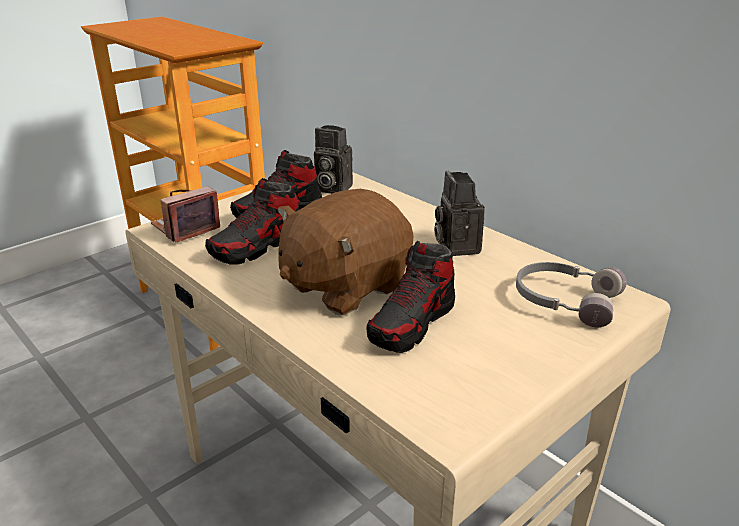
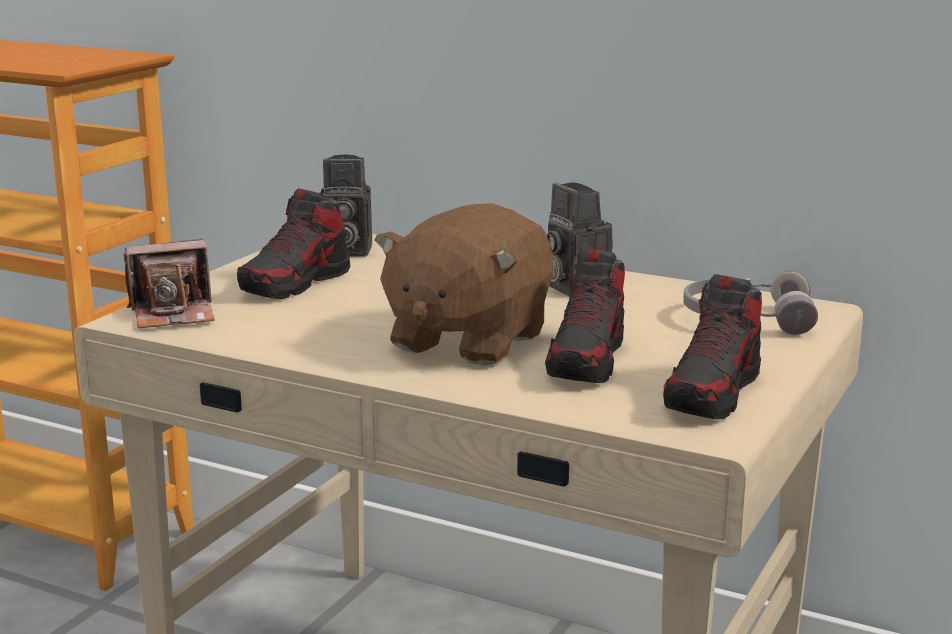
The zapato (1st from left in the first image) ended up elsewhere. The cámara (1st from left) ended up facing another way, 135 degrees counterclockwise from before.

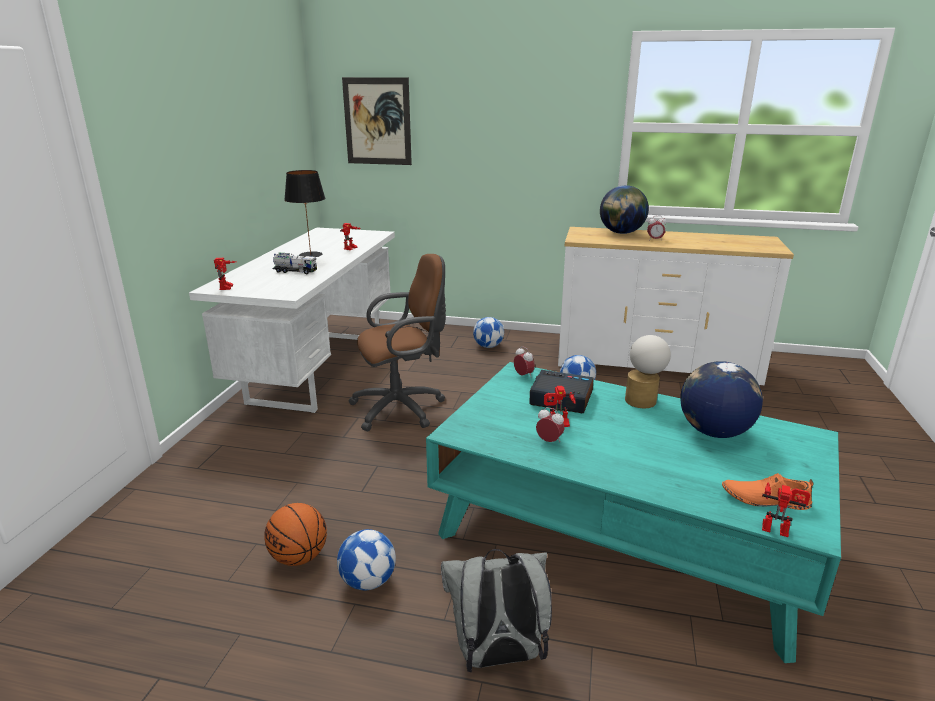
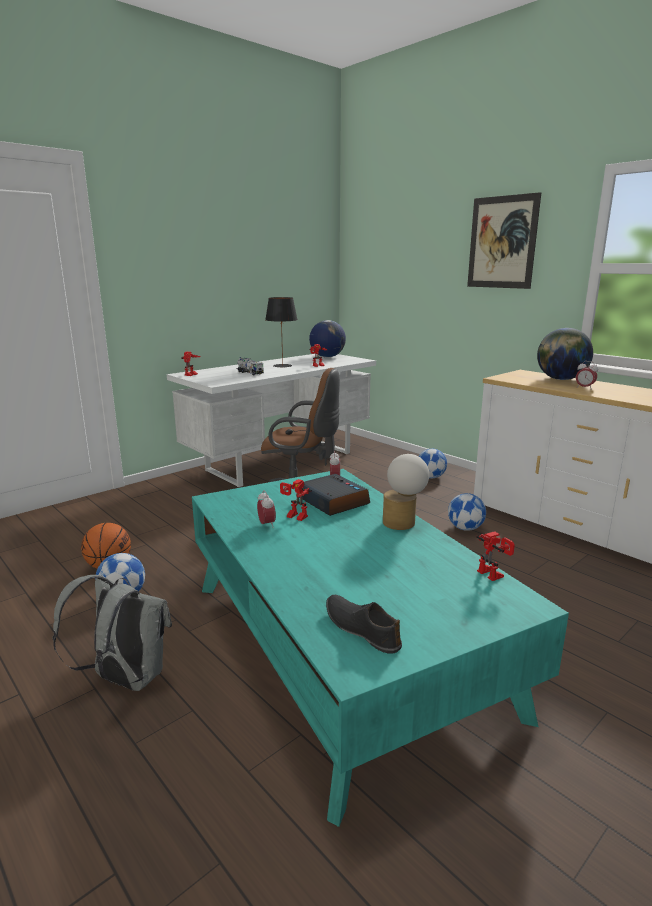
The cuadro ended up elsewhere. The globo terráqueo (2nd from left in the first image) ended up elsewhere. The robot de juguete (4th from left) ended up elsewhere. What was the zapato/naranja turned into the zapato/negro.

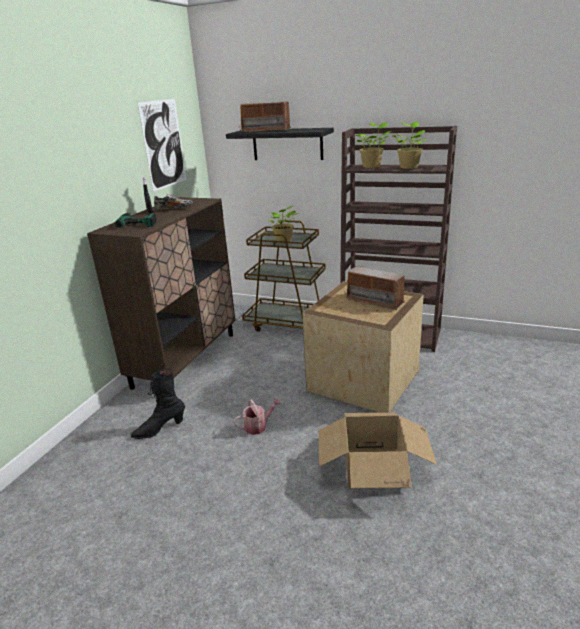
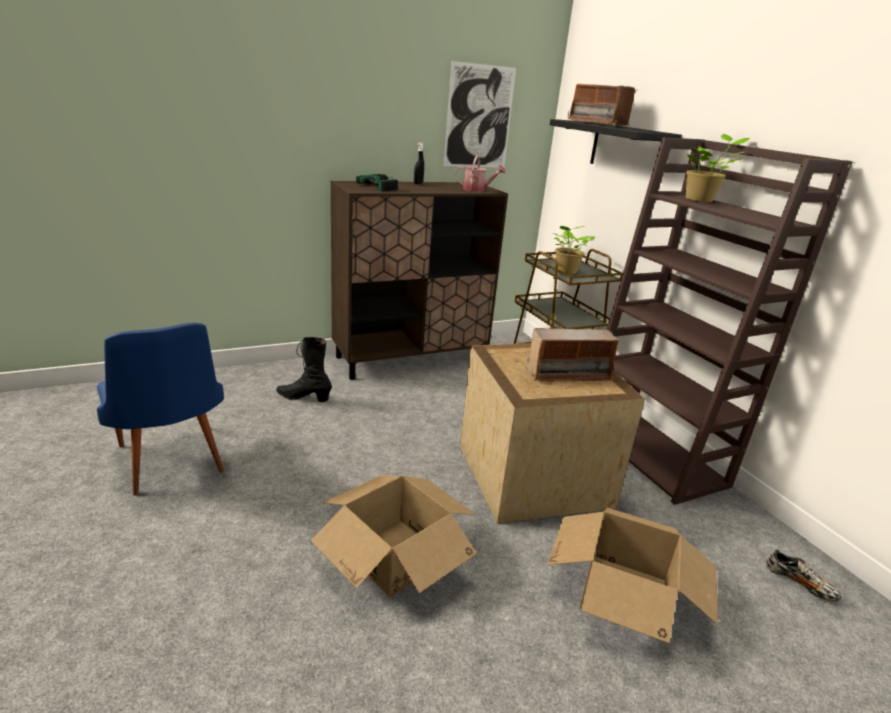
The second view lost the planta en maceta (3rd from left). The second view gained the silla/azul. The second view gained the caja de cartón (2nd from left). The zapato ended up elsewhere. The regadera ended up elsewhere. The radio (2nd from left in the first image) ended up facing another way, 90 degrees counterclockwise from before.

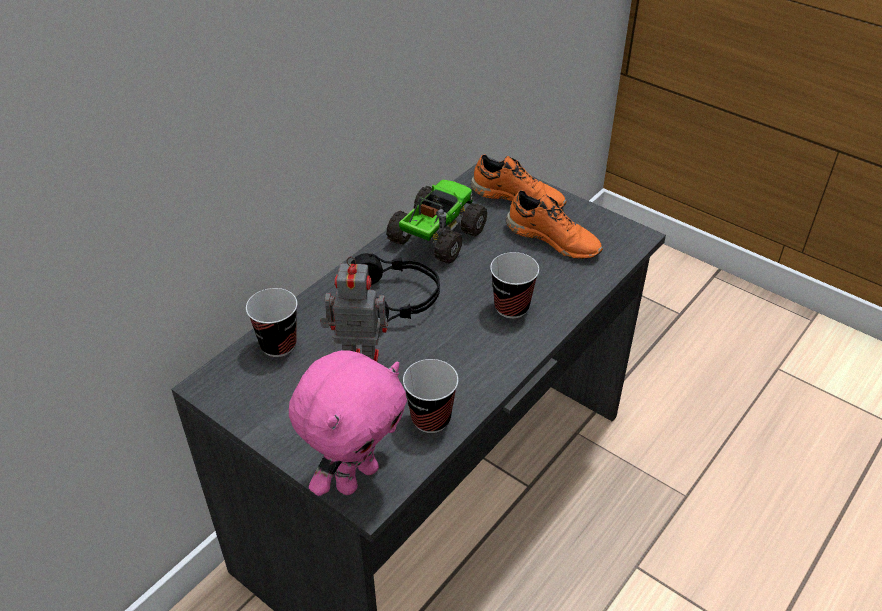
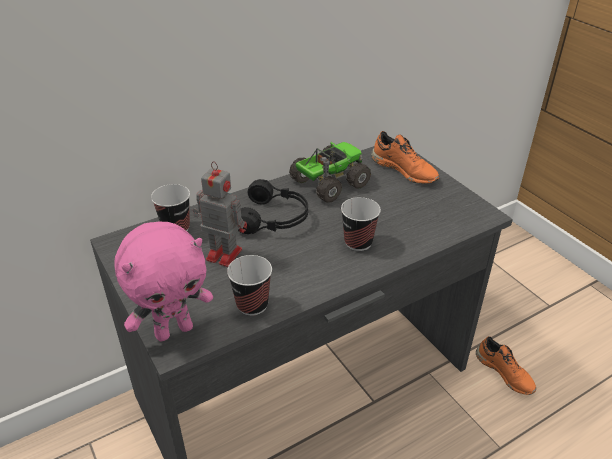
The zapato/naranja (2nd from left) ended up elsewhere.

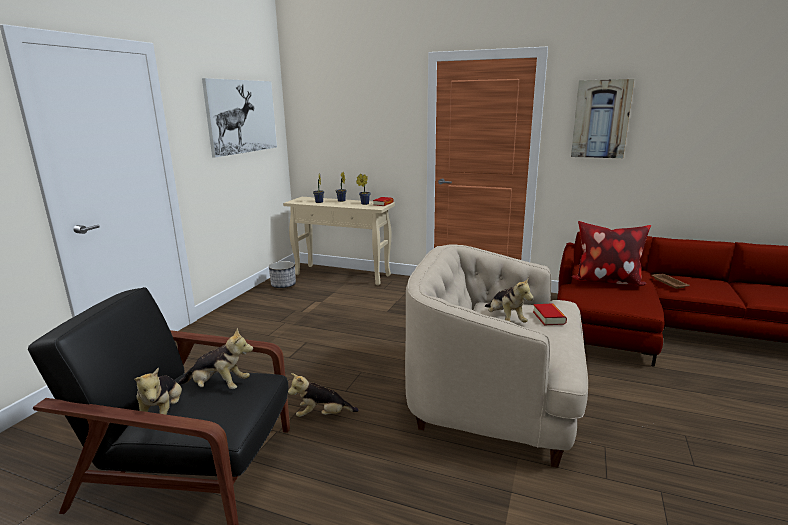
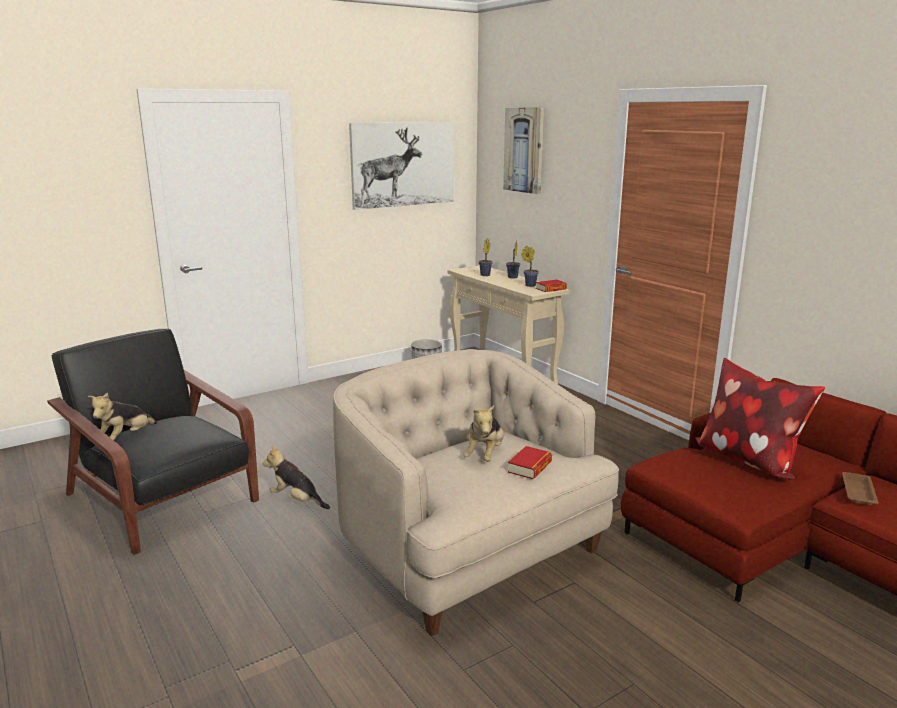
The second view lost the peluche (2nd from left). The cuadro (2nd from left) ended up elsewhere.

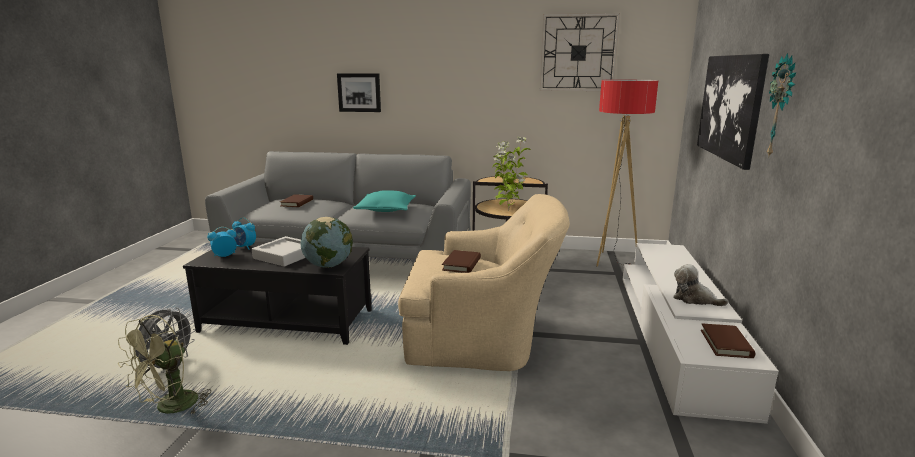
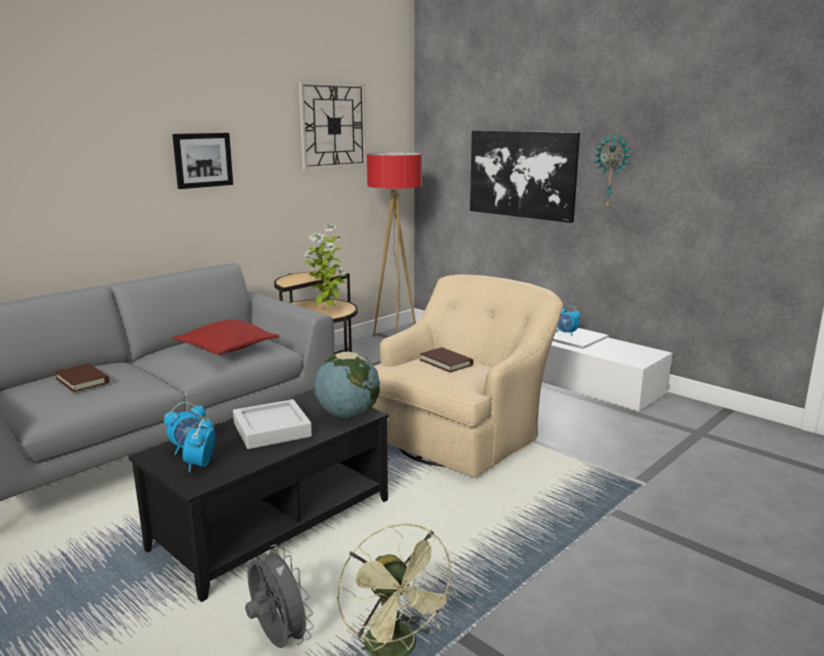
The second view lost the libro/marrón (3rd from left). The cuadro (1st from left) ended up elsewhere. Where the peluche stood, the despertador (3rd from left) came to stand. What was the cojín/turquesa turned into the cojín/rojo.

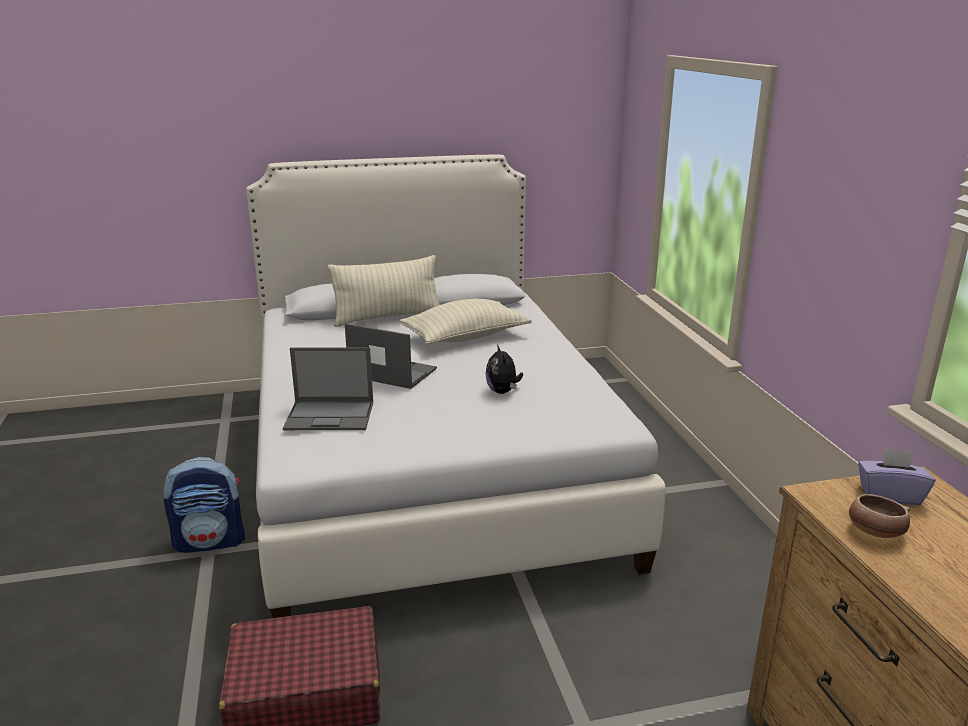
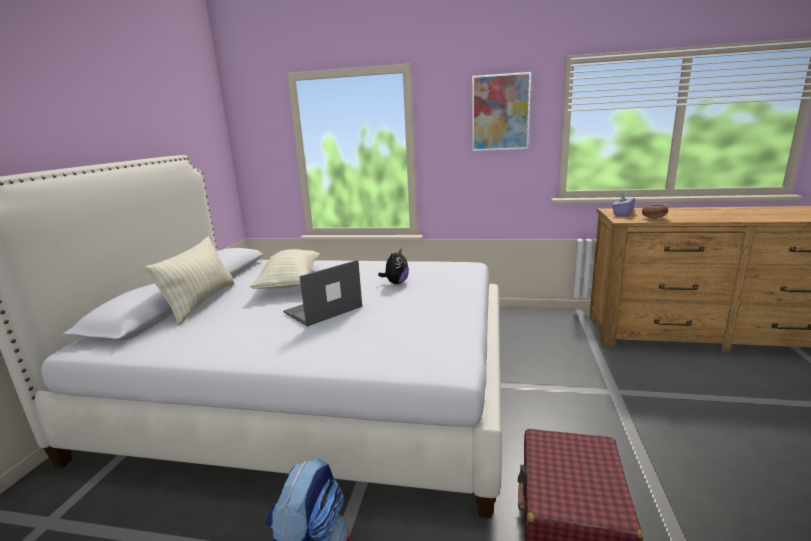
The second view lost the portátil (1st from left). The second view gained the cuadro. The peluche ended up facing another way, 75 degrees counterclockwise from before.

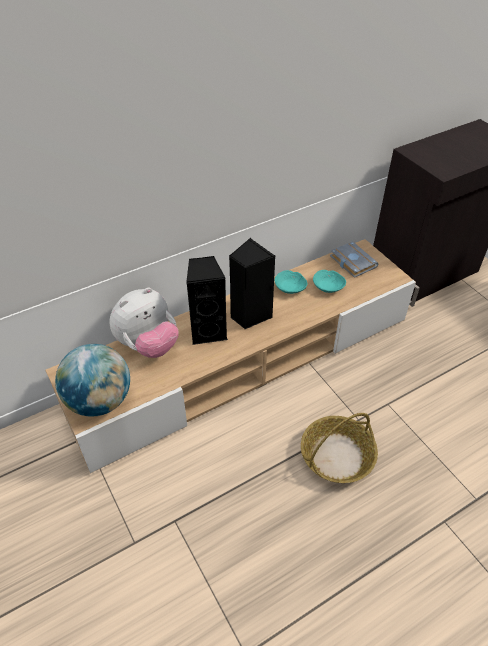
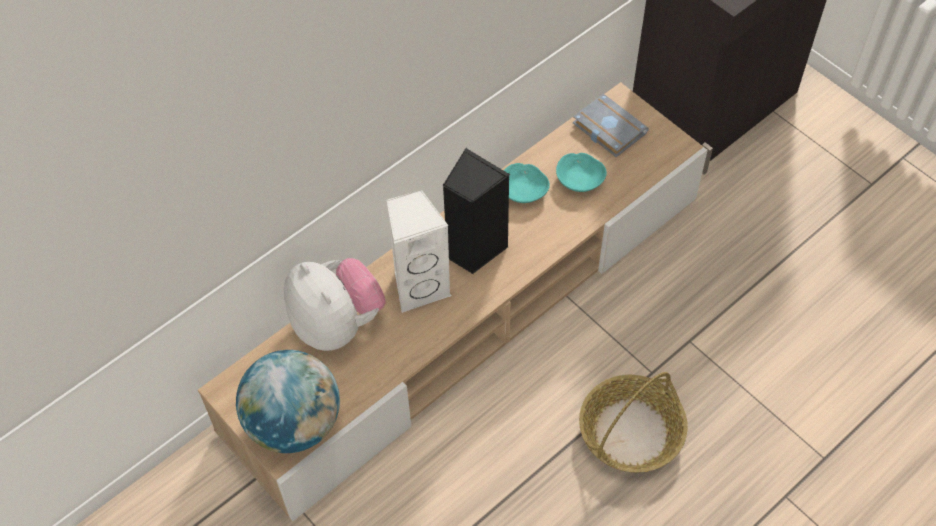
What was the altavoz/negro (1st from left) turned into the altavoz/blanco. The peluche ended up facing another way, 75 degrees counterclockwise from before.

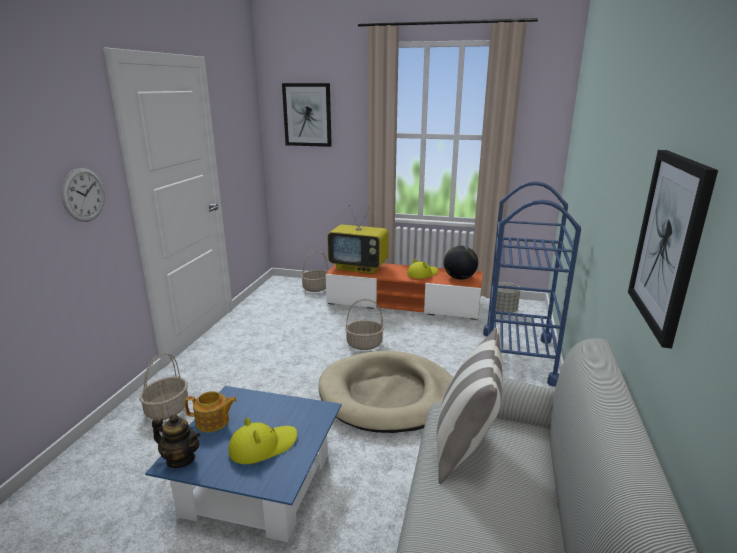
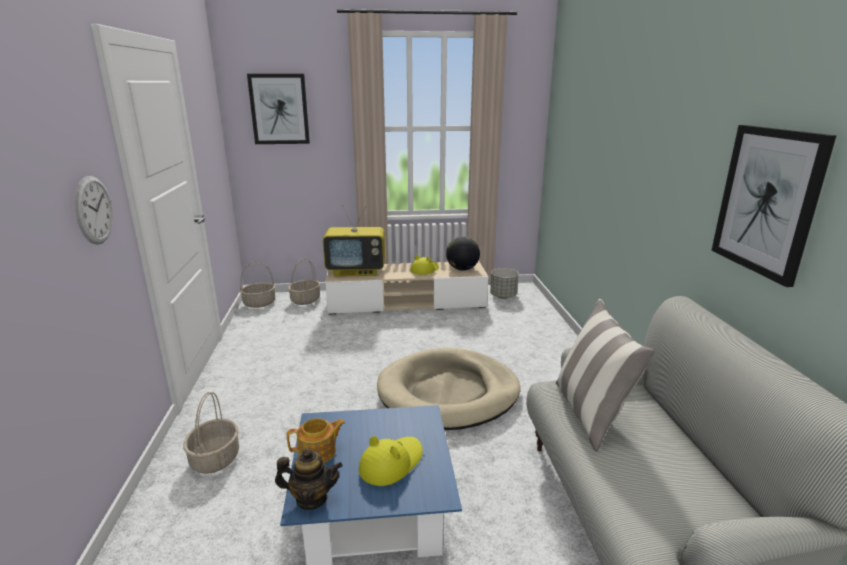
The second view lost the carrito/azul. The cesta (3rd from left in the first image) ended up elsewhere. What was the mueble de televisión/naranja turned into the mueble de televisión/beis.

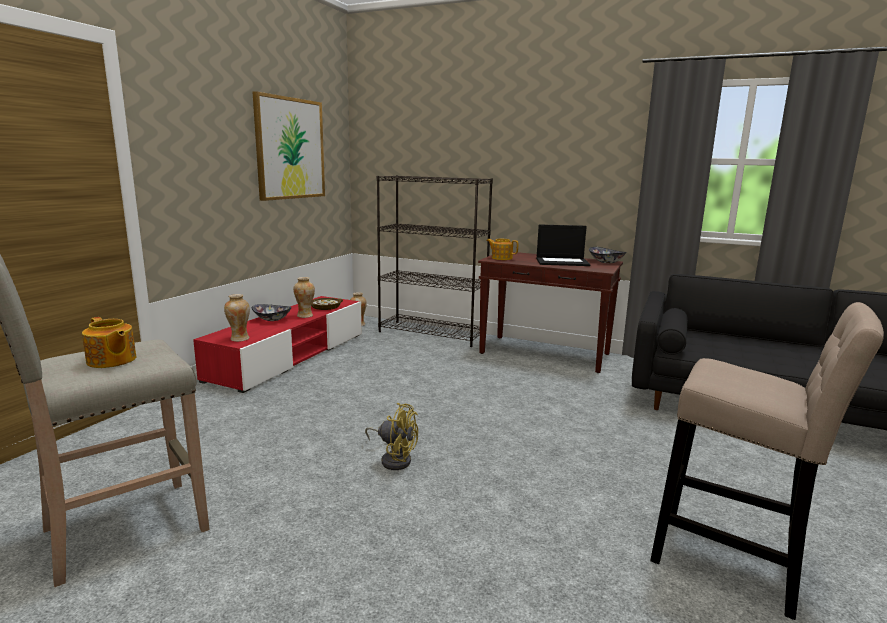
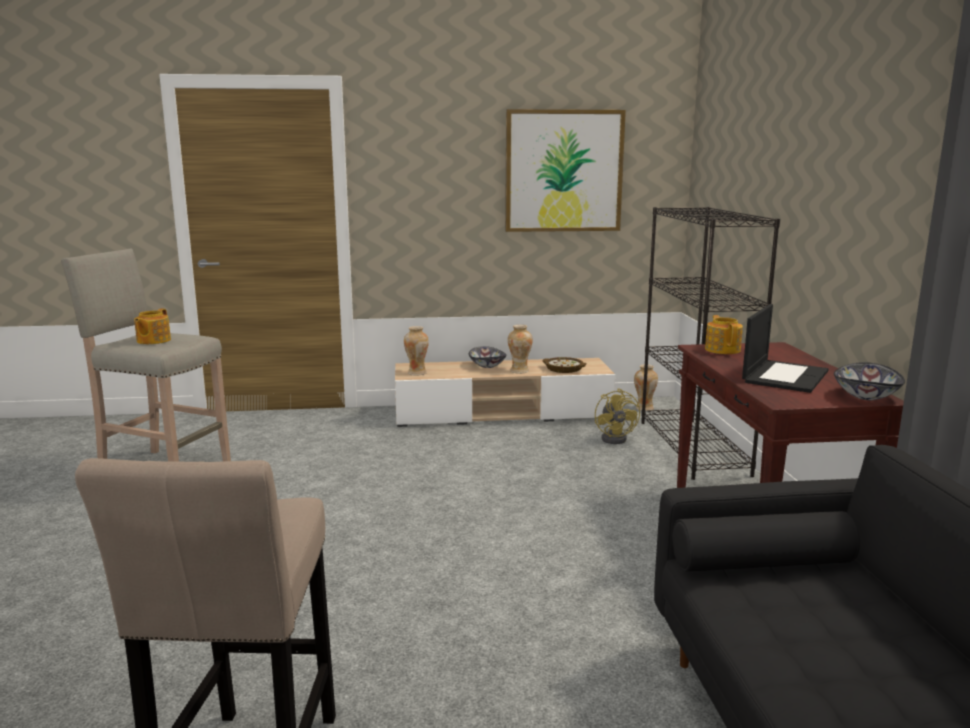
The ventilador/amarillo ended up elsewhere. What was the mueble de televisión/rojo turned into the mueble de televisión/beis. The portátil ended up facing another way, 120 degrees counterclockwise from before.

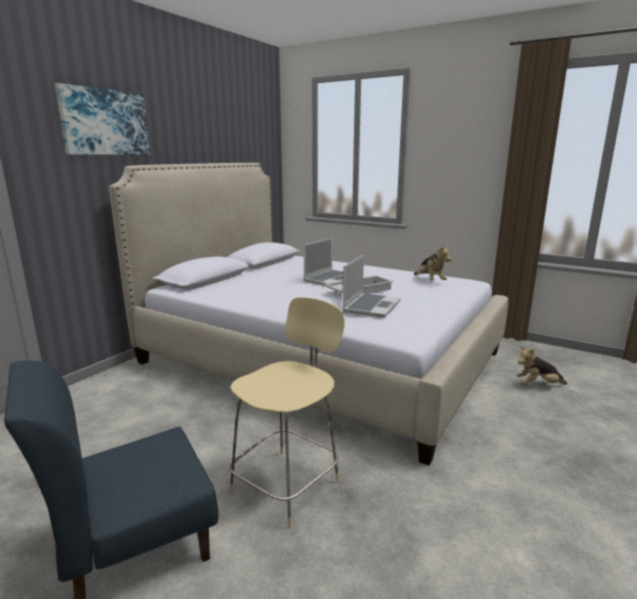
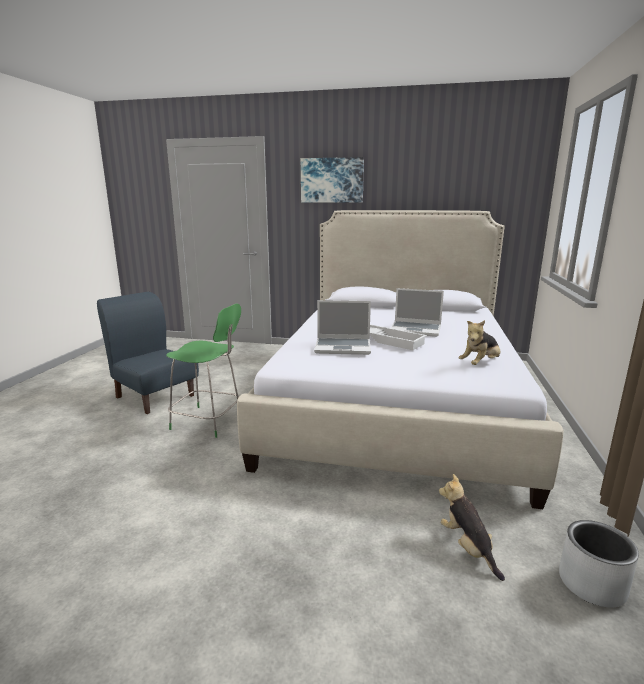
The second view gained the maceta/gris. What was the silla/beis turned into the silla/verde.

